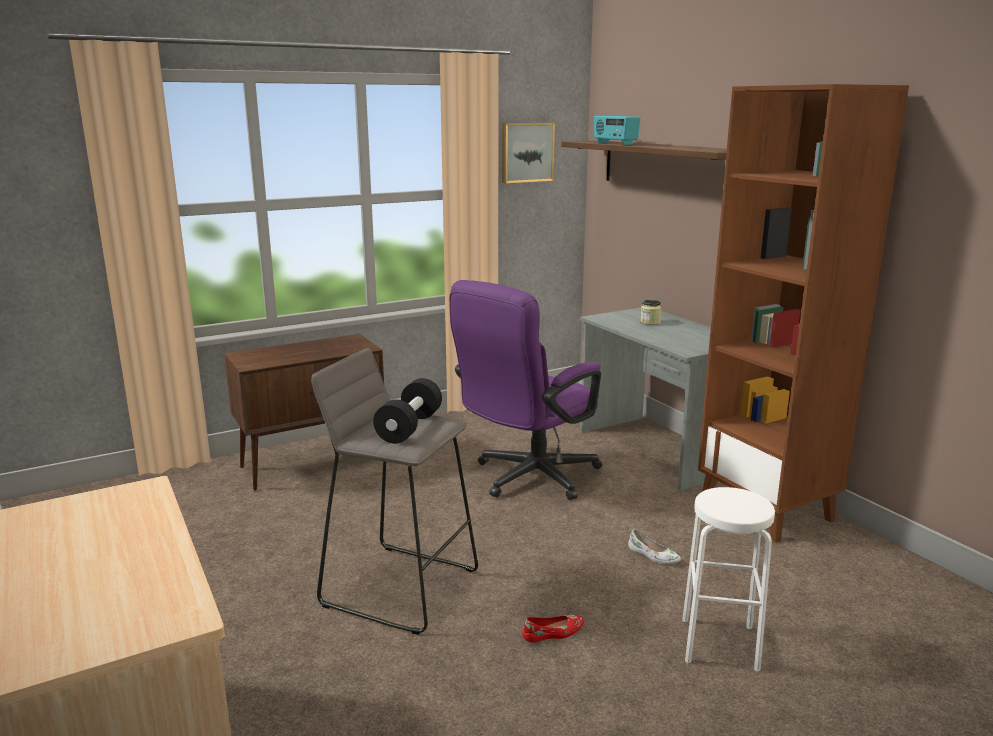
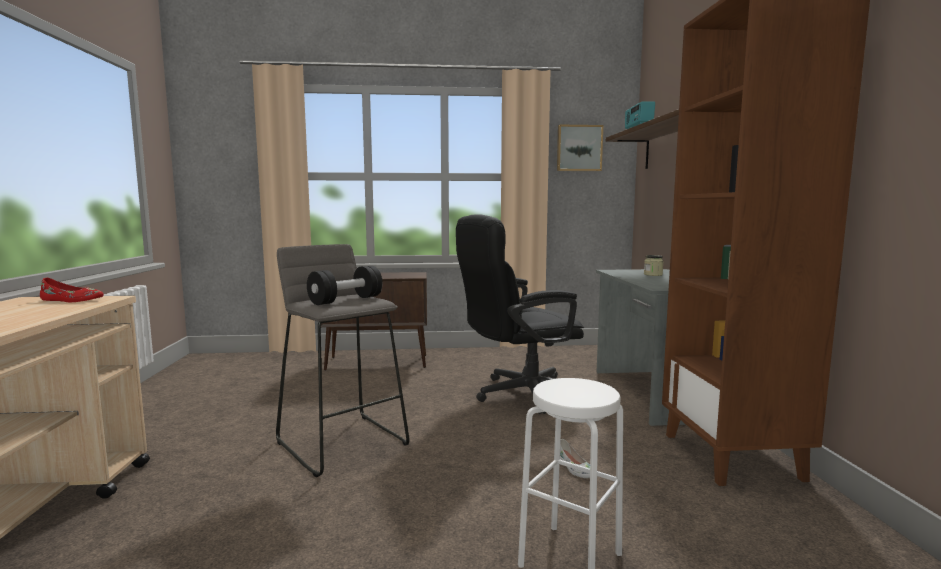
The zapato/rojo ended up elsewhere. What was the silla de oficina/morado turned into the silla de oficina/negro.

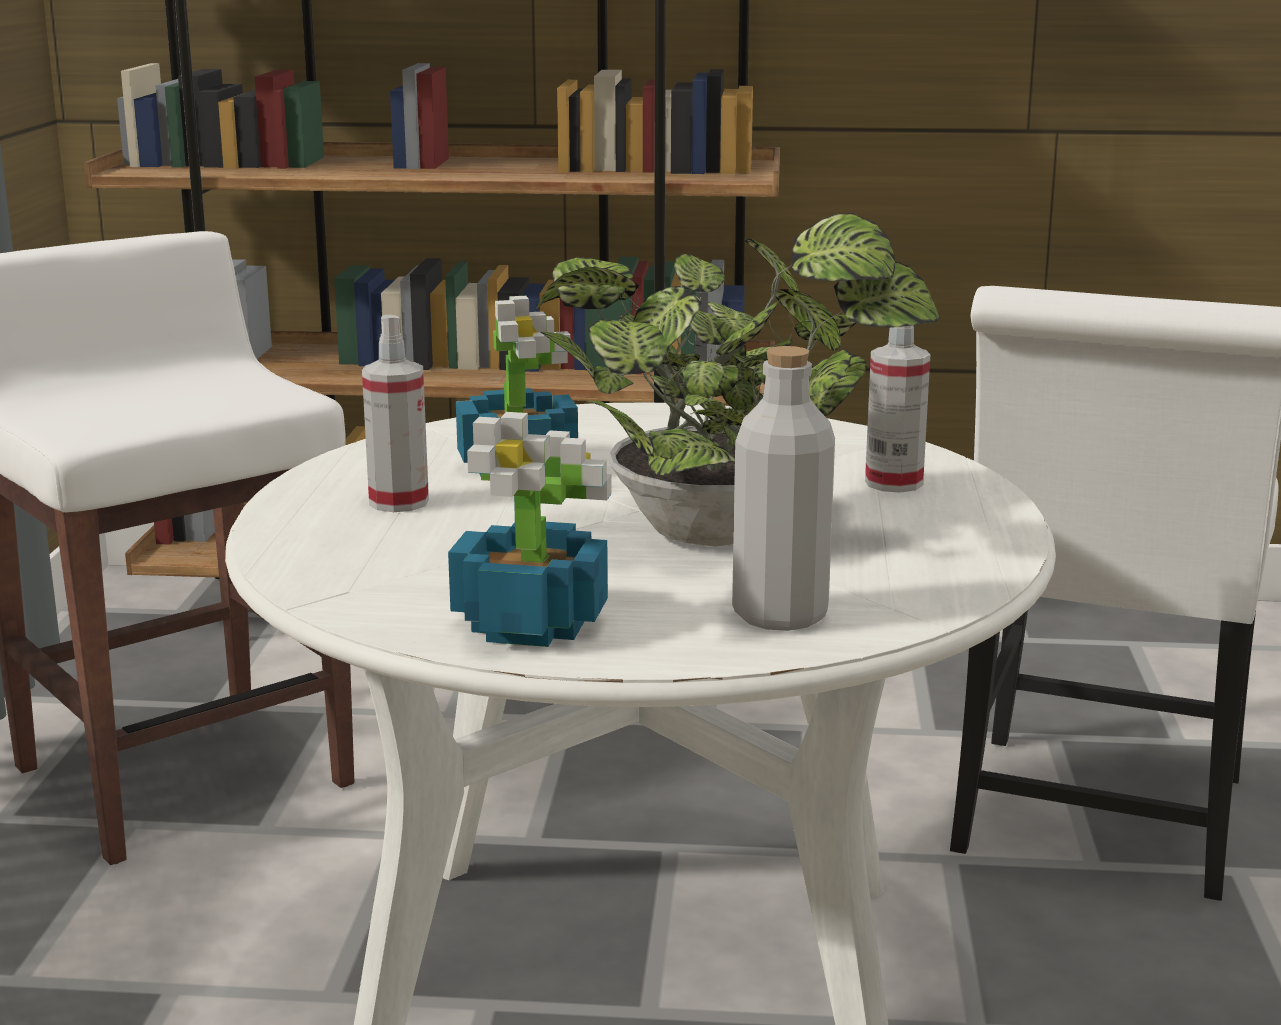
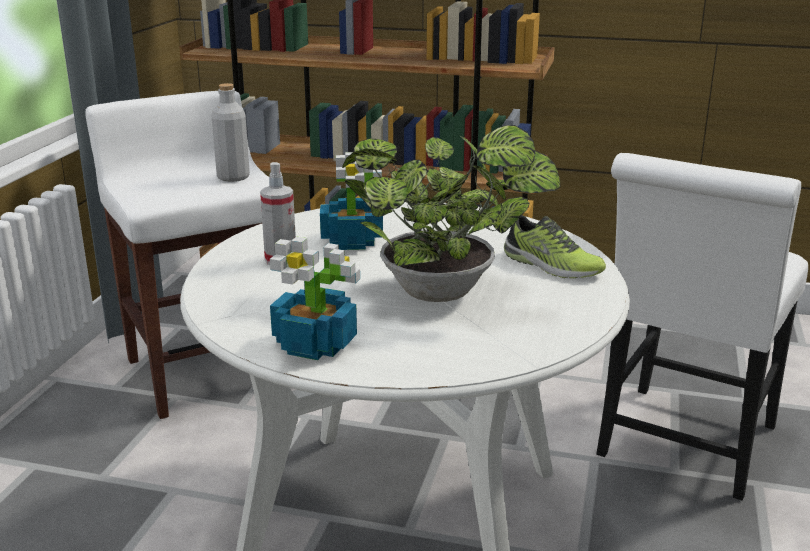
The botella/gris ended up elsewhere. Where the pulverizador (2nd from left) stood, the zapato came to stand.

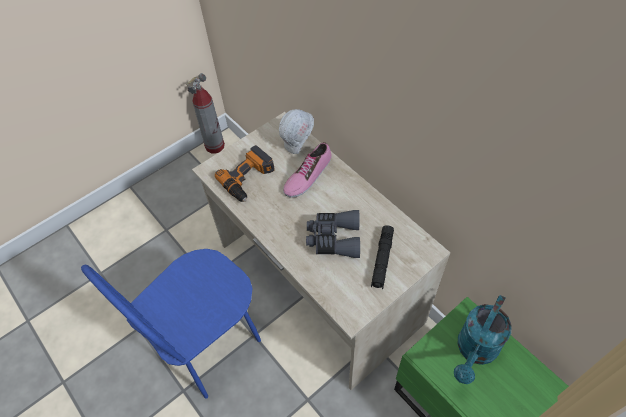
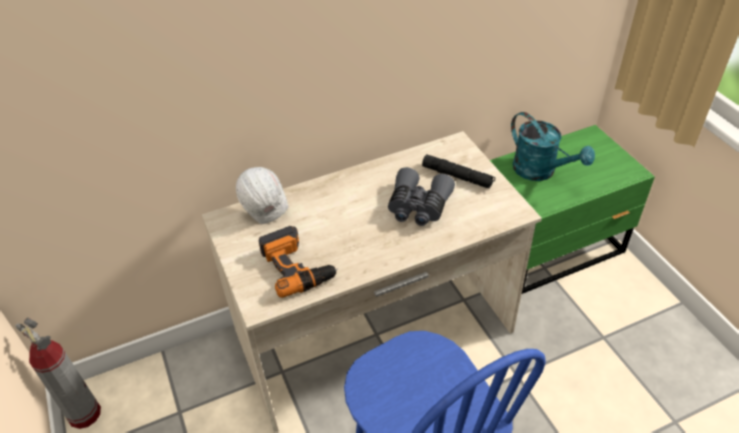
The second view lost the zapato.

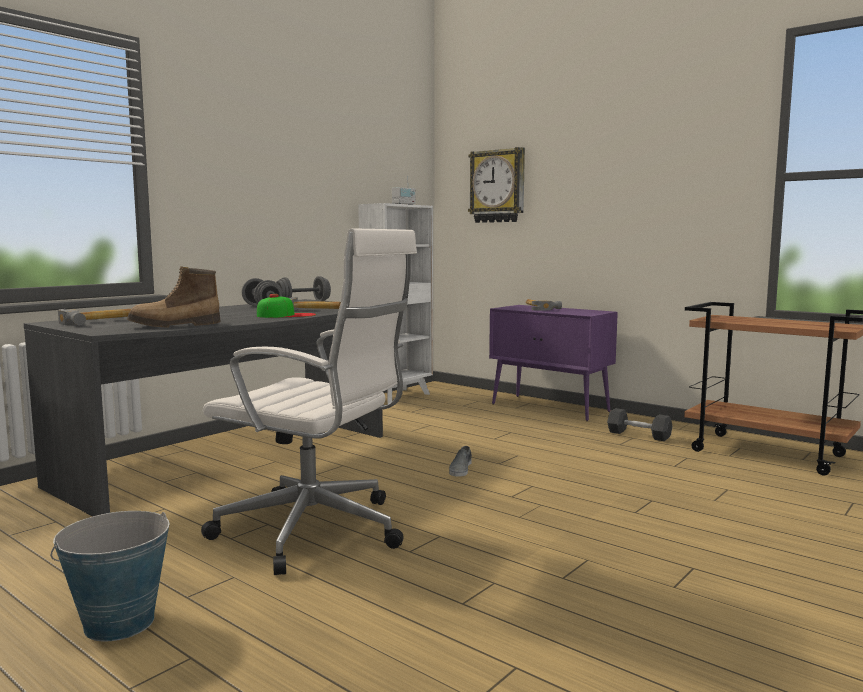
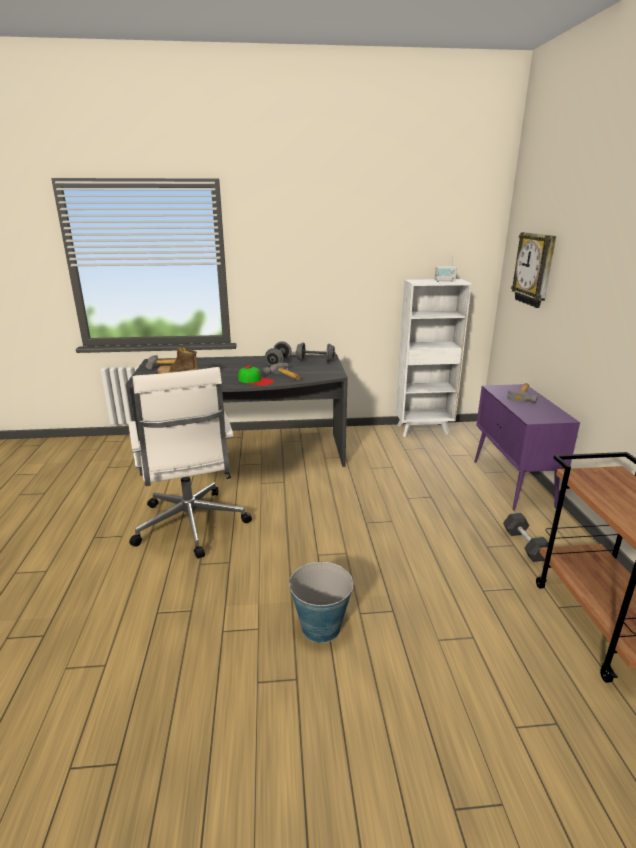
The second view lost the zapato/gris. The cubo ended up elsewhere.

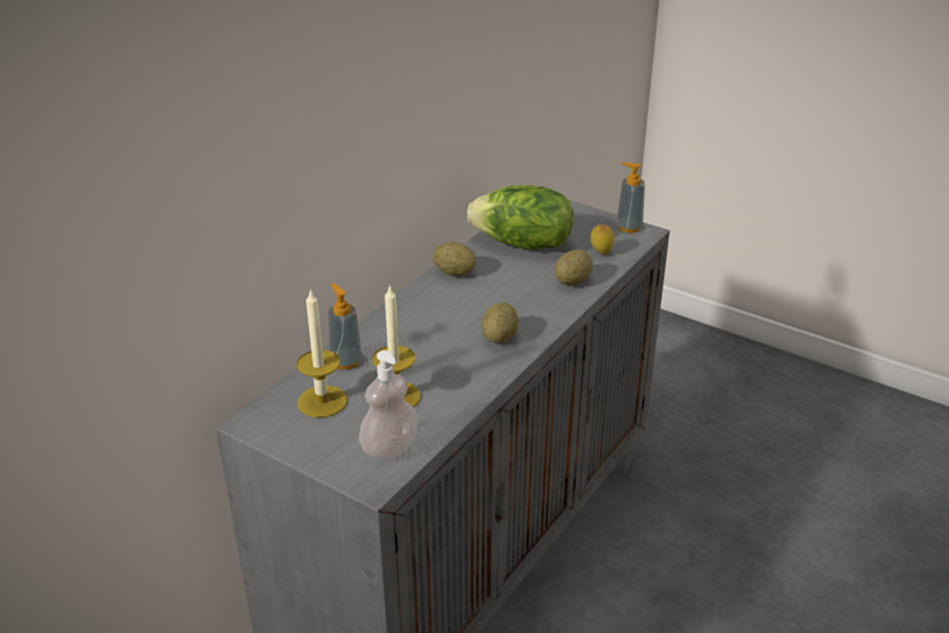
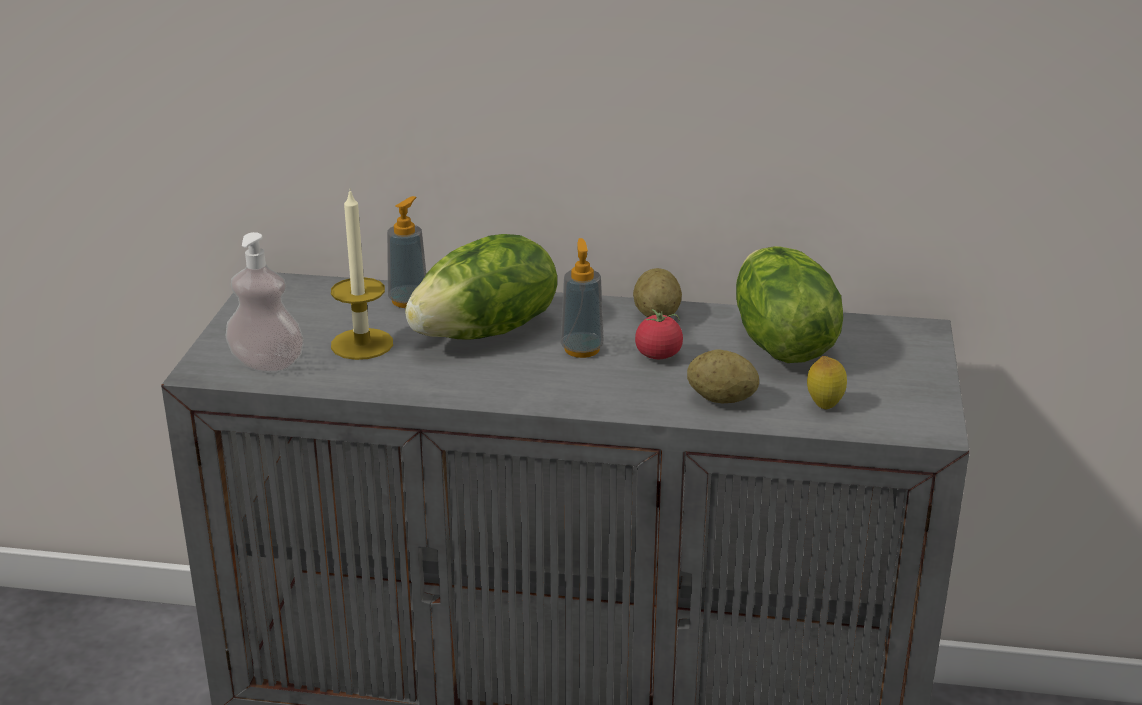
The second view lost the vela (1st from left). The second view lost the patata (2nd from left). The second view gained the lechuga (1st from left). The second view gained the tomate. The dispensador de jabón (3rd from left) ended up elsewhere.

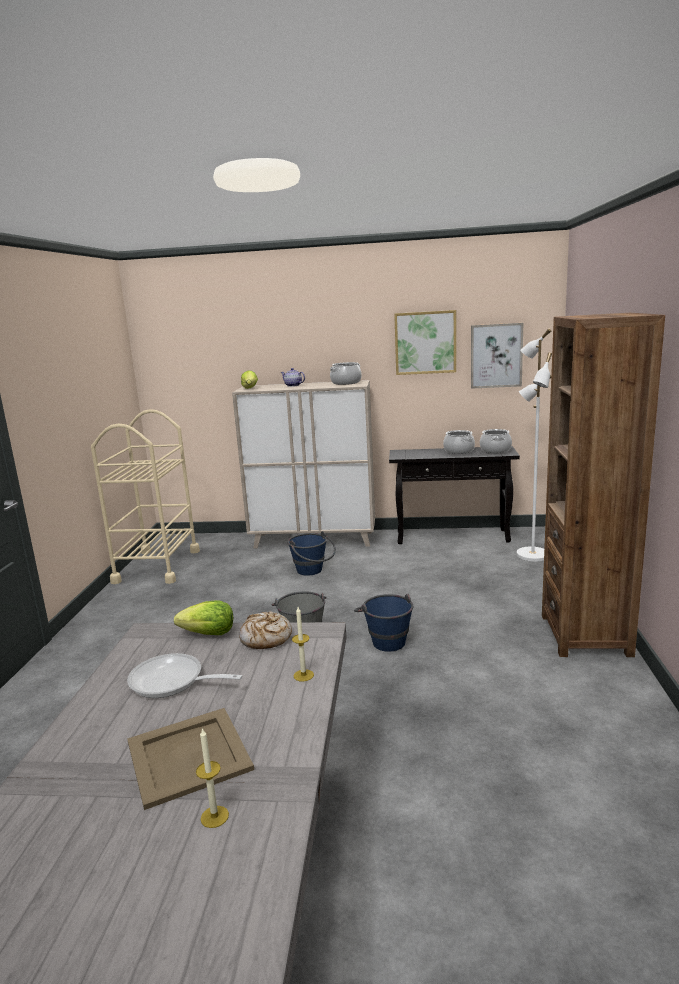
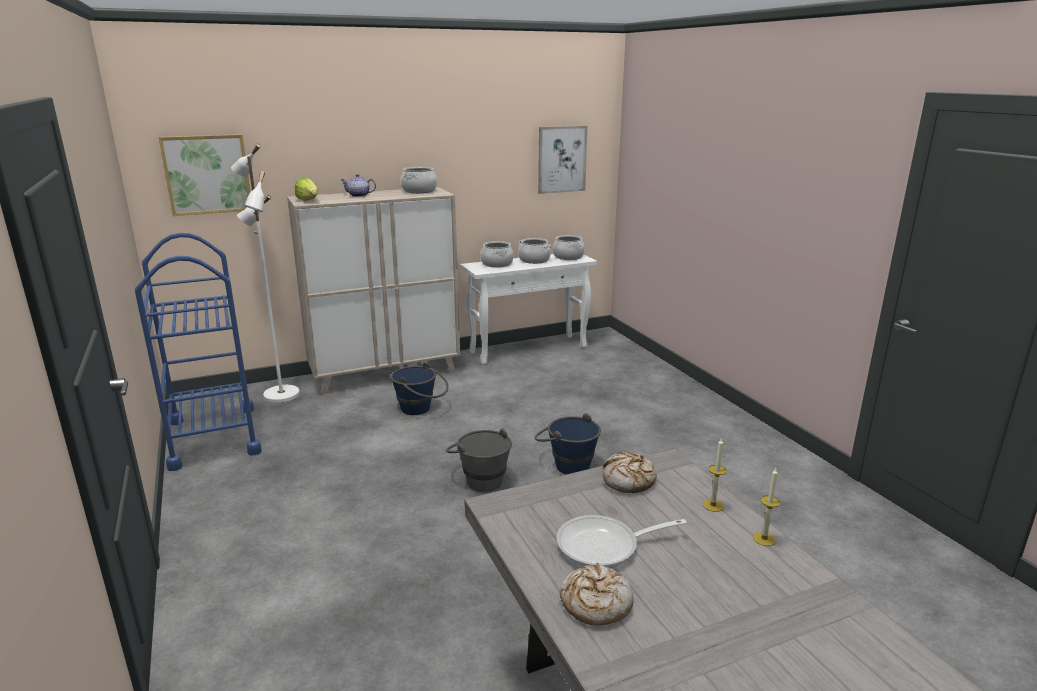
The second view lost the bandeja/beis. The second view lost the lechuga (1st from left). The second view lost the estantería/marrón. The second view gained the olla (2nd from left). The second view gained the pan (1st from left). The vela (1st from left in the first image) ended up elsewhere. The cuadro (1st from left) ended up elsewhere. The lámpara de pie/blanco ended up elsewhere. What was the carrito/beis turned into the carrito/azul. What was the mesa consola/negro turned into the mesa consola/blanco.

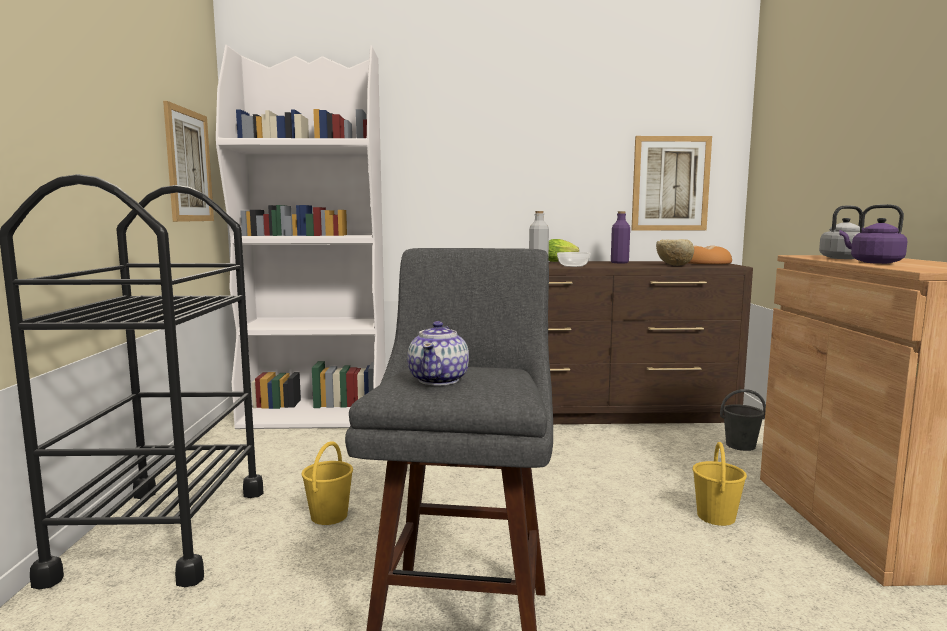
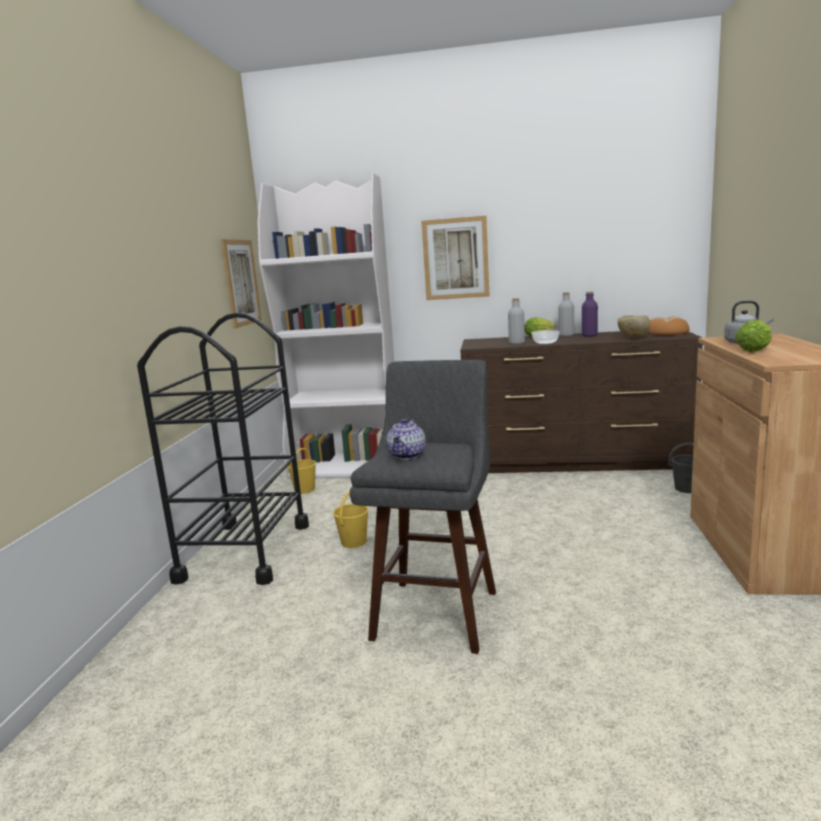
The second view gained the botella/gris (2nd from left). The cuadro (2nd from left) ended up elsewhere. The cubo/amarillo (2nd from left in the first image) ended up elsewhere. Where the hervidor/morado stood, the lechuga (2nd from left) came to stand.

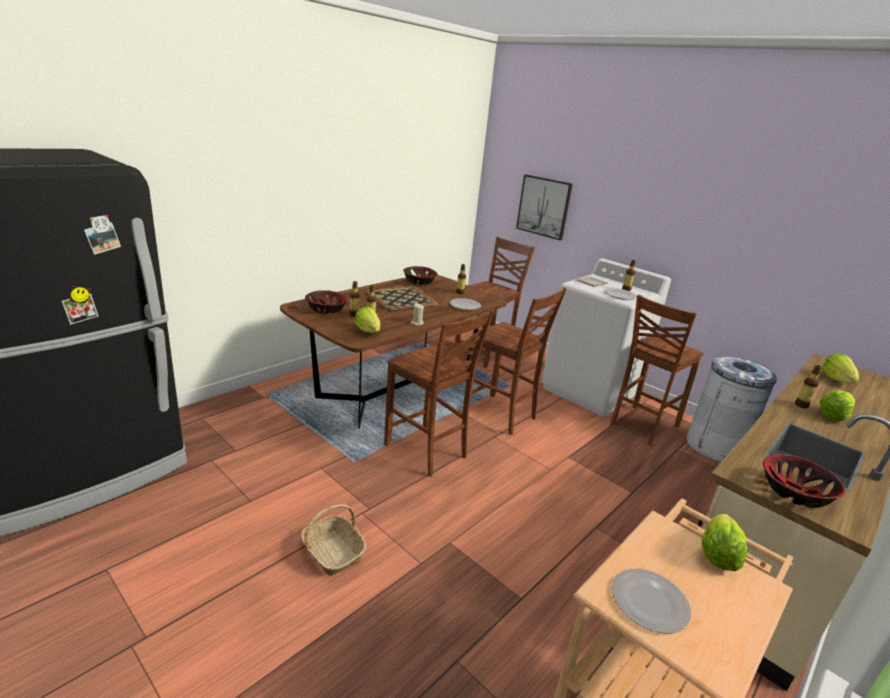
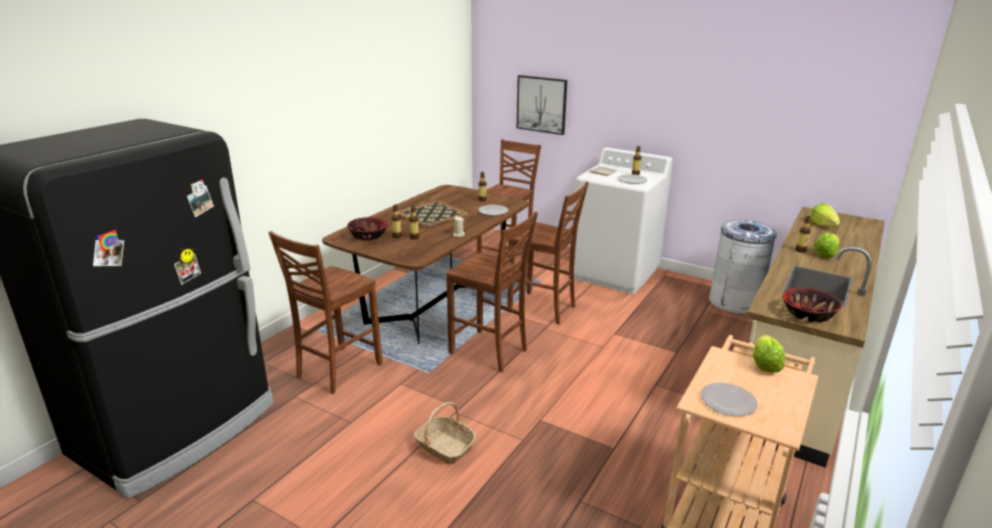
The second view lost the lechuga (1st from left). The second view lost the cuenco (2nd from left). The silla/marrón (4th from left in the first image) ended up elsewhere.

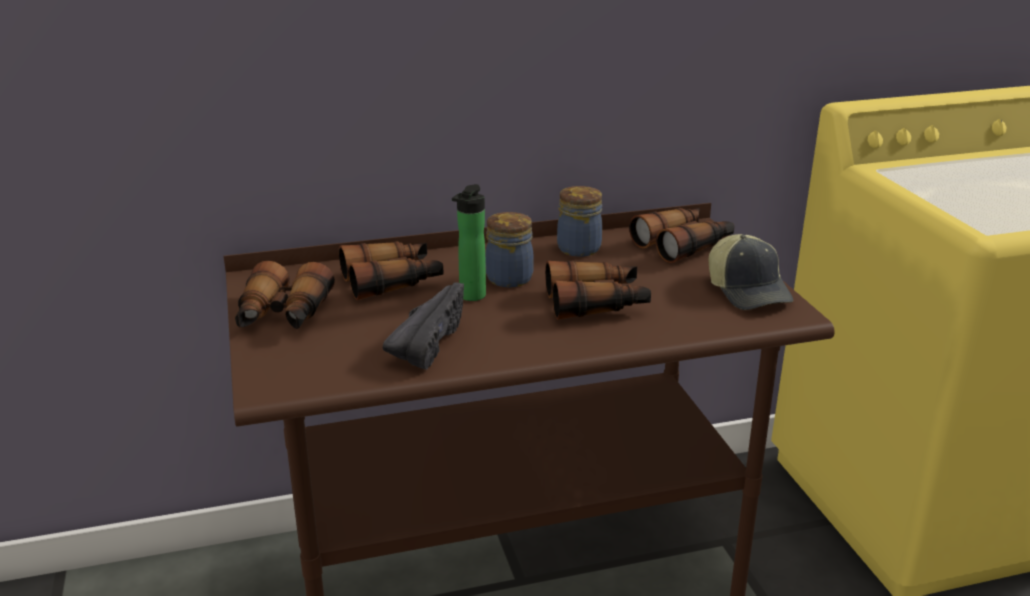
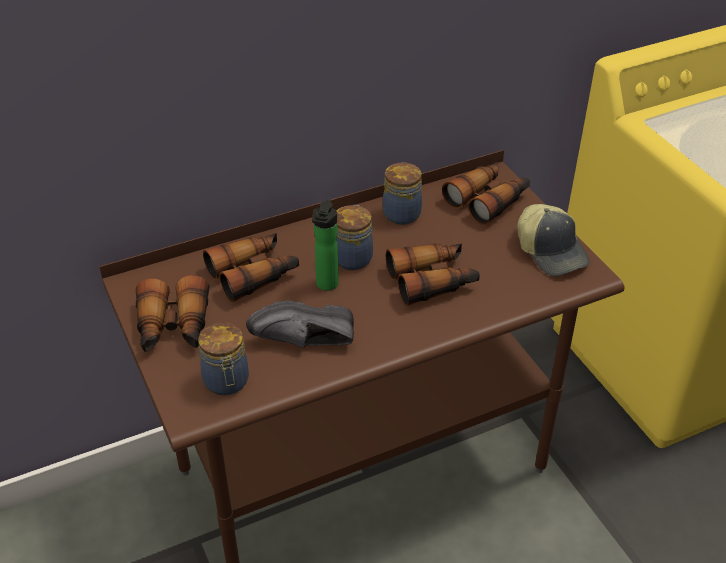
The second view gained the tarro (1st from left). The zapato/negro ended up facing another way, 105 degrees counterclockwise from before.

